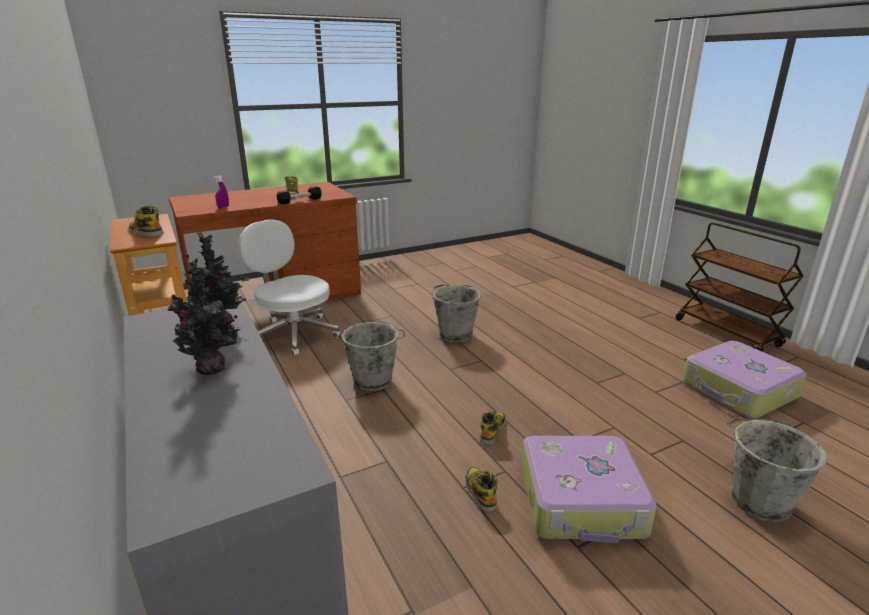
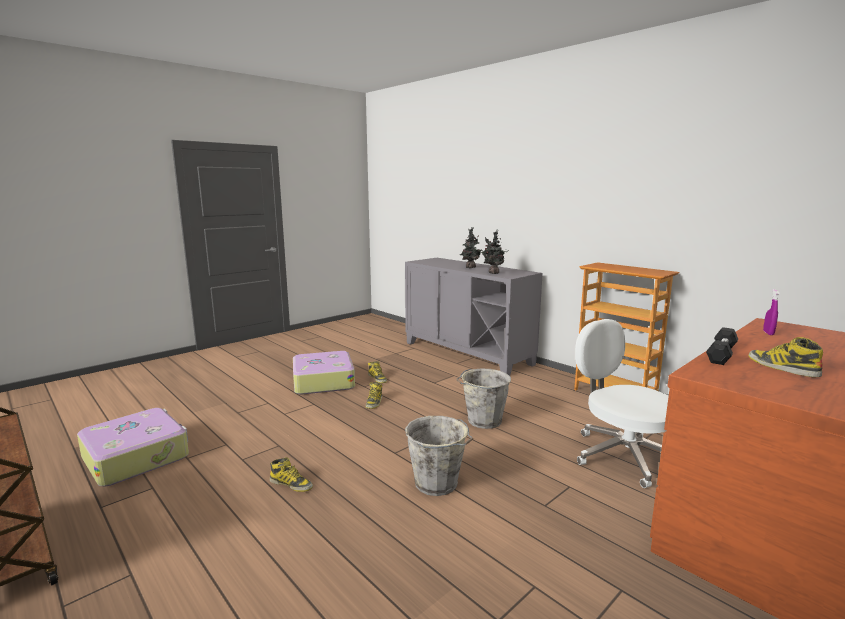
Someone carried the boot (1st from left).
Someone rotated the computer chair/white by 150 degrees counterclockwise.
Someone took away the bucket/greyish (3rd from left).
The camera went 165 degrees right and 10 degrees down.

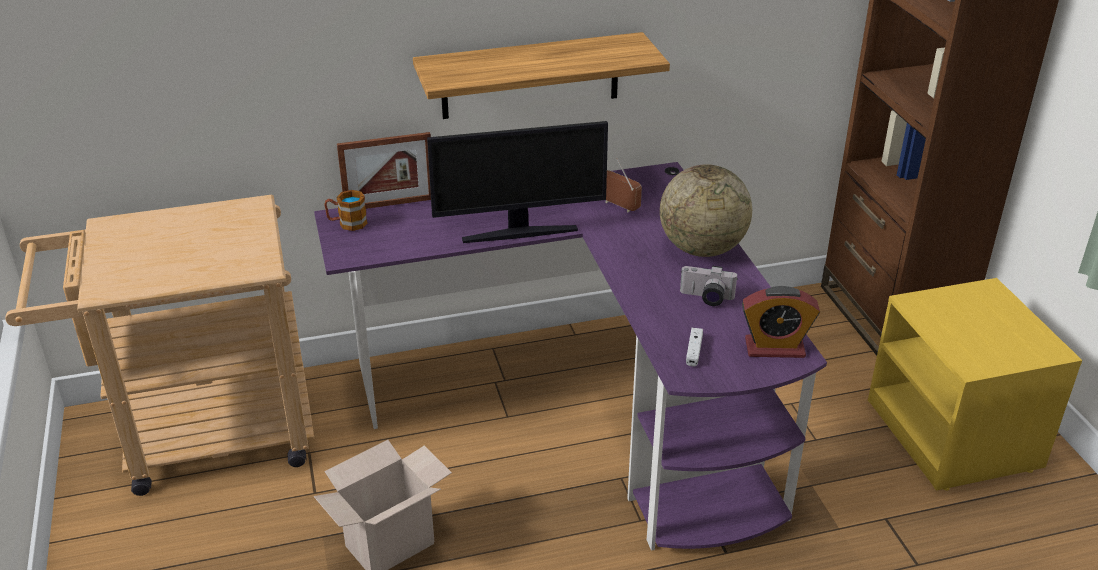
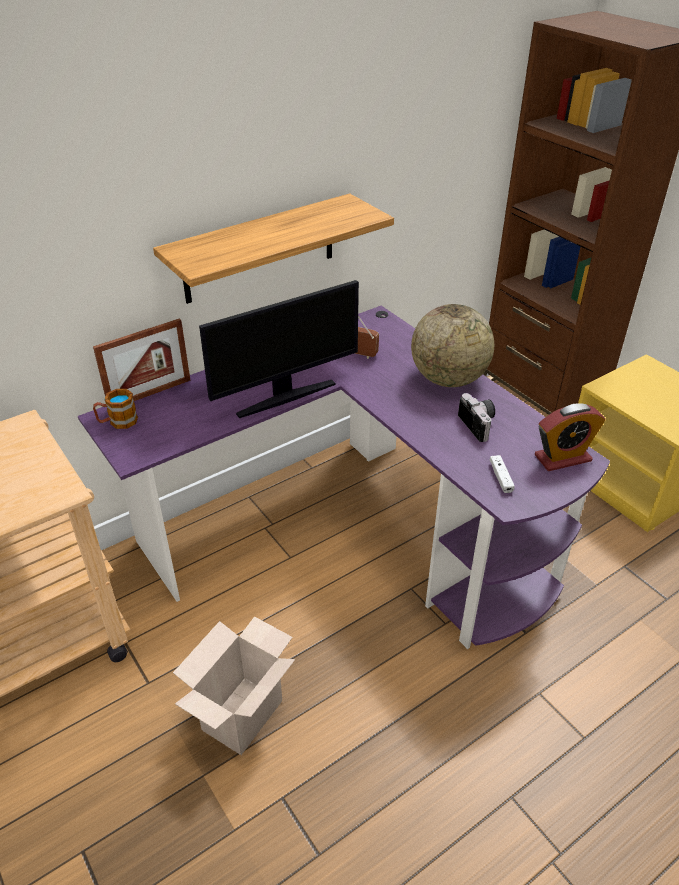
Someone rotated the photo camera by 105 degrees counterclockwise.
The camera went 20 degrees left and 5 degrees up.

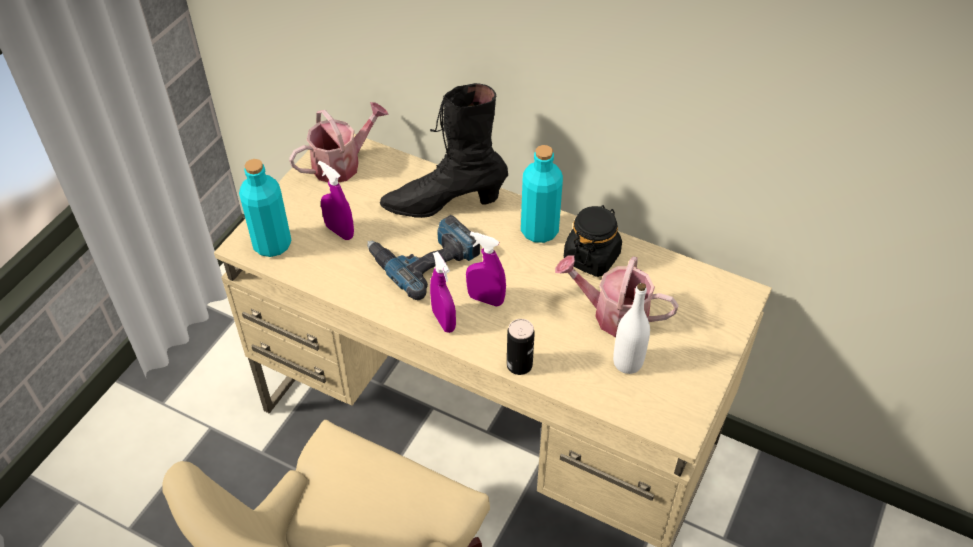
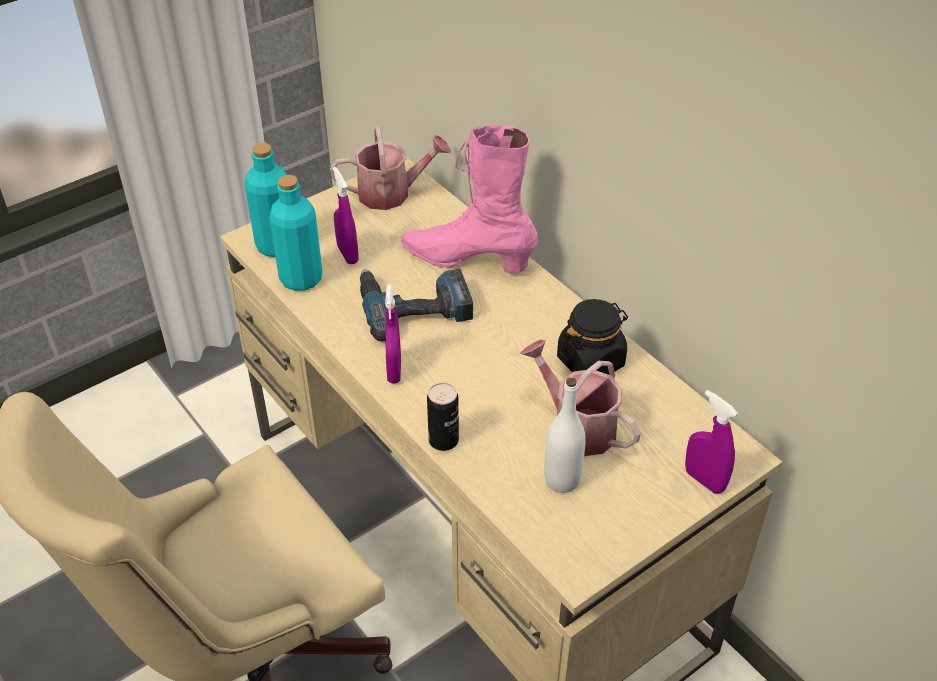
Someone repainted the boot/blackish, which became the boot/pink-coloured.
Someone carried the sprayer/purple-coloured (3rd from left).
Someone carried the bottle/turquoise-coloured (2nd from left).
The camera went 25 degrees right and 5 degrees down.

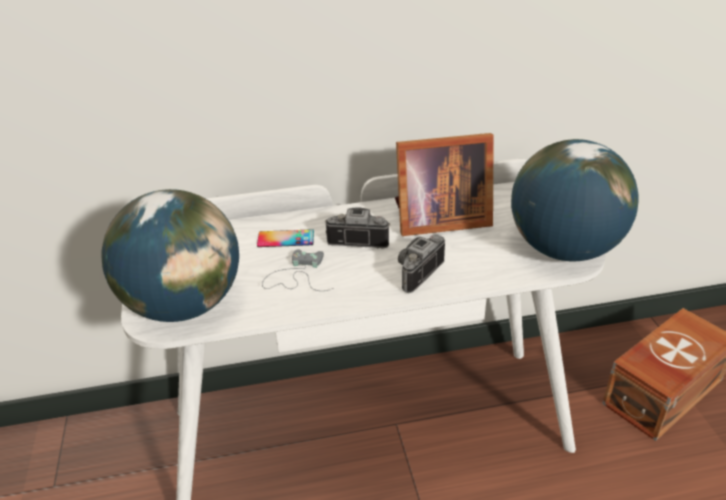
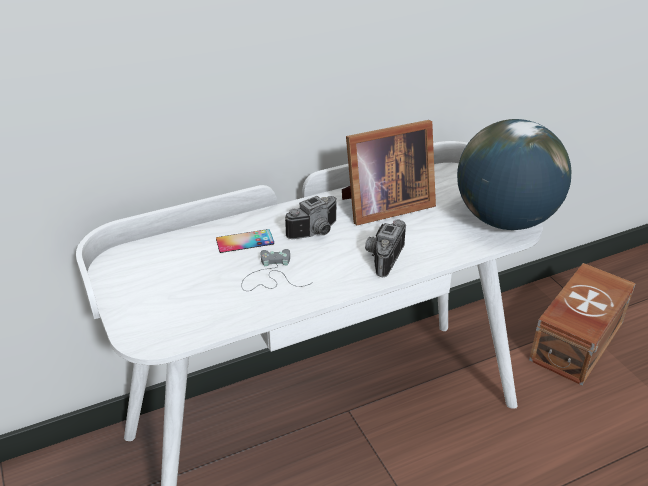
Someone took away the desk globe (1st from left).
Someone rotated the photo camera (1st from left) by 150 degrees clockwise.
The camera went 15 degrees left and 0 degrees up.

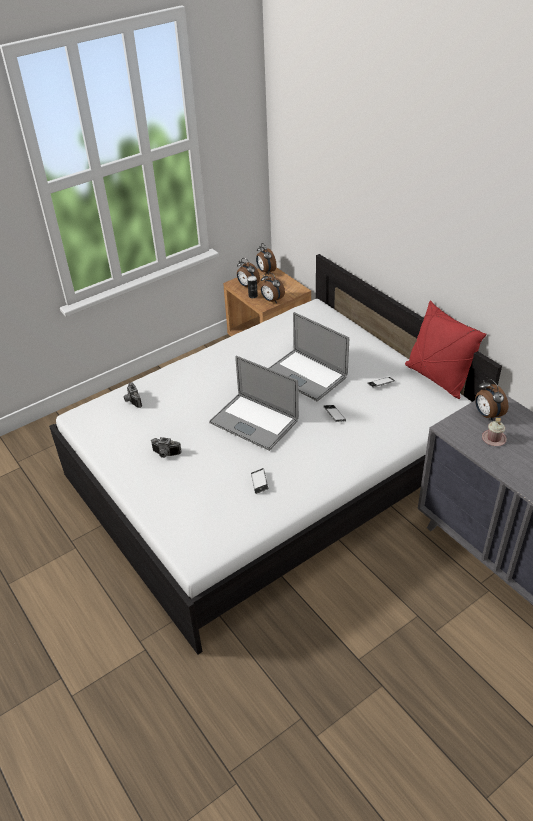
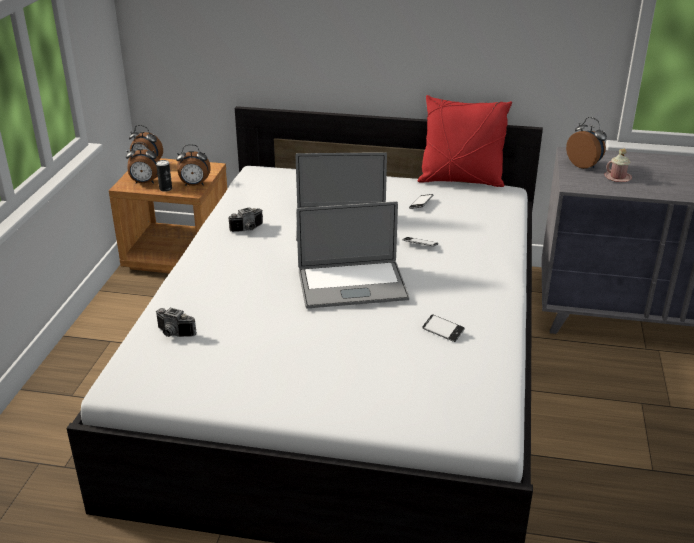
Someone carried the photo camera (2nd from left).
Someone rotated the alarm clock (4th from left) by 150 degrees counterclockwise.
The camera went 45 degrees left and 10 degrees down.

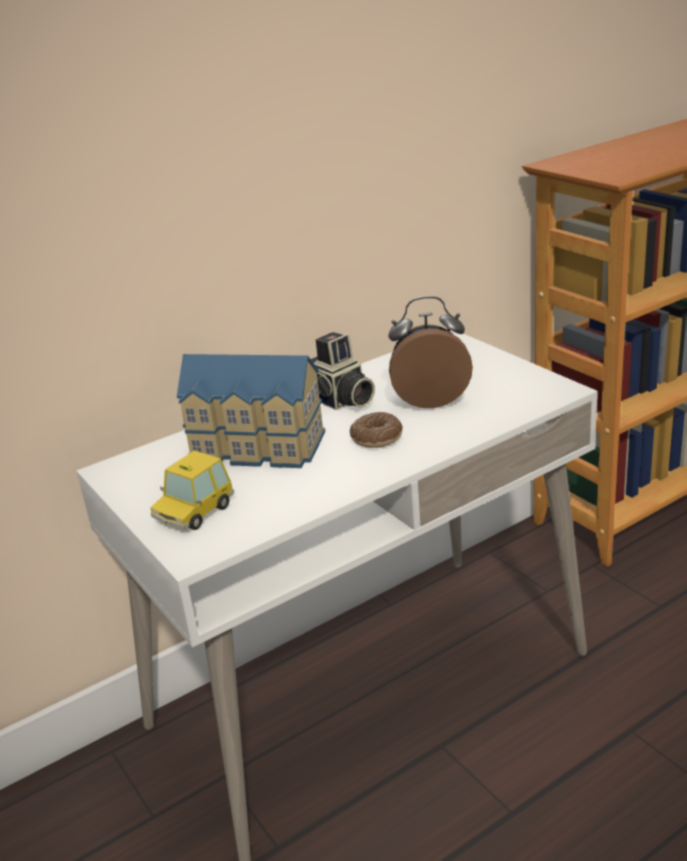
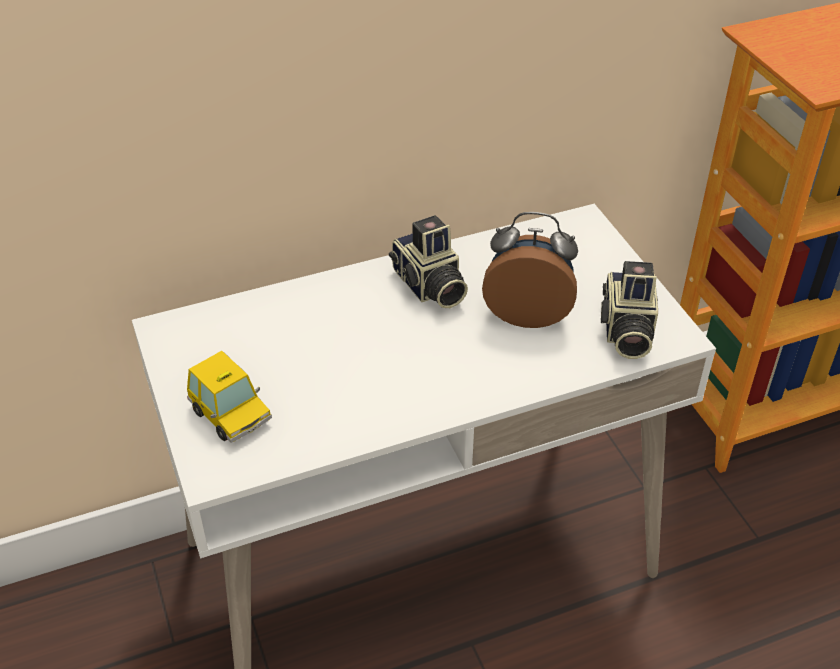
Someone rotated the toy car by 90 degrees counterclockwise.
Someone took away the model house.
Someone took away the ring doughnut.
Someone put down the photo camera (2nd from left).
The camera went 10 degrees right and 15 degrees up.

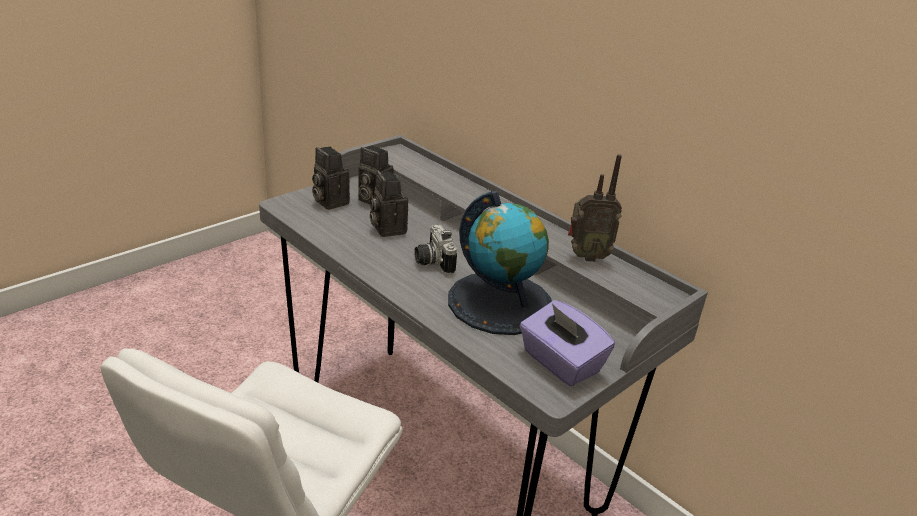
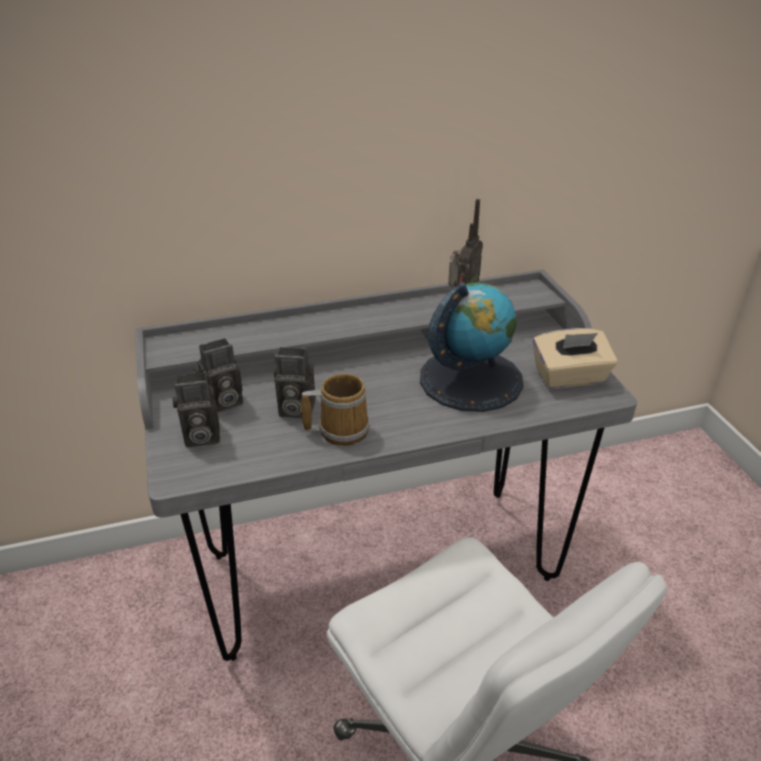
Someone took away the photo camera (4th from left).
Someone repainted the tissue box/purple-coloured, which became the tissue box/beige.
Someone put down the coffee mug.
The camera went 60 degrees left and 5 degrees up.

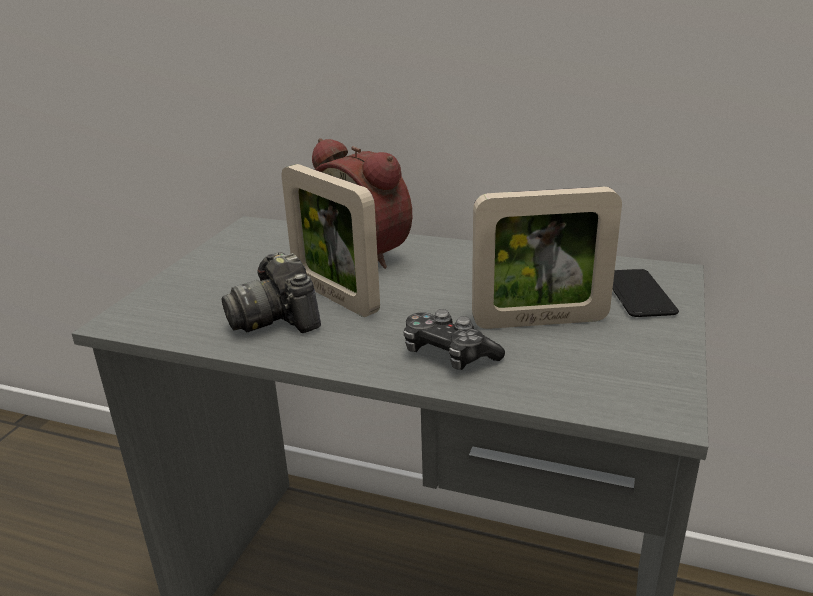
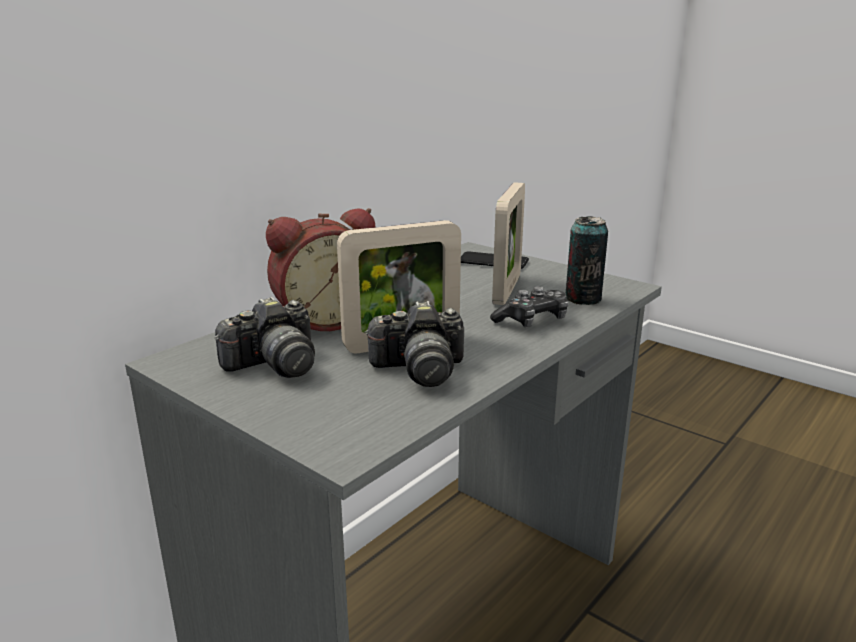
Someone put down the photo camera (1st from left).
Someone put down the sealed can.
The camera went 70 degrees left and 5 degrees down.

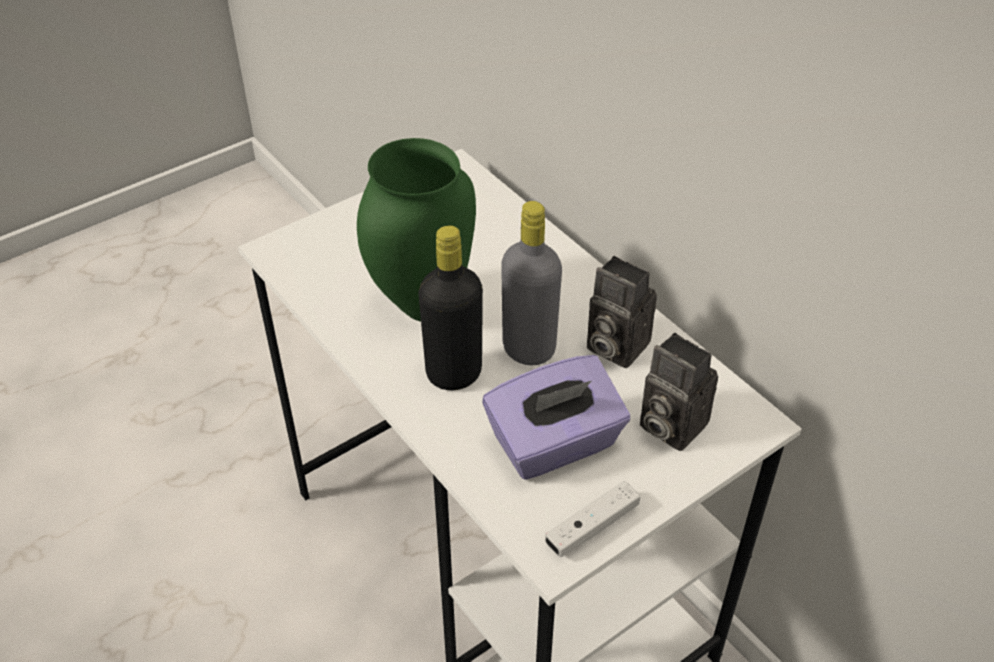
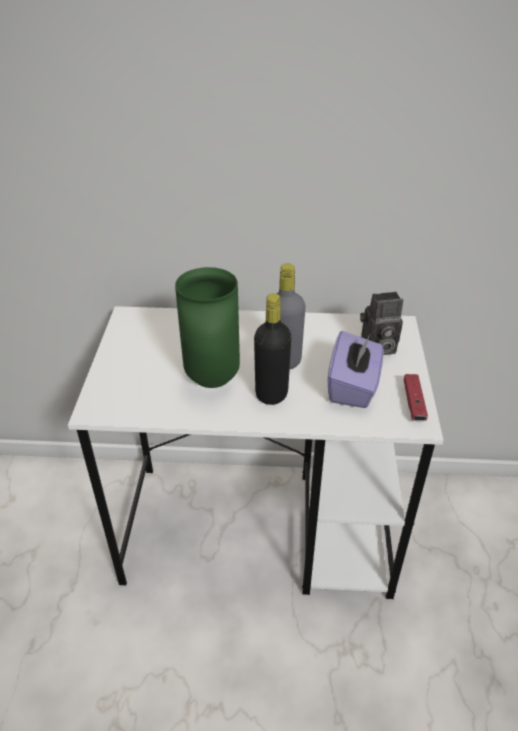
Someone repainted the gamepad/white, which became the gamepad/red.
Someone took away the photo camera (1st from left).
The camera went 50 degrees left and 5 degrees down.

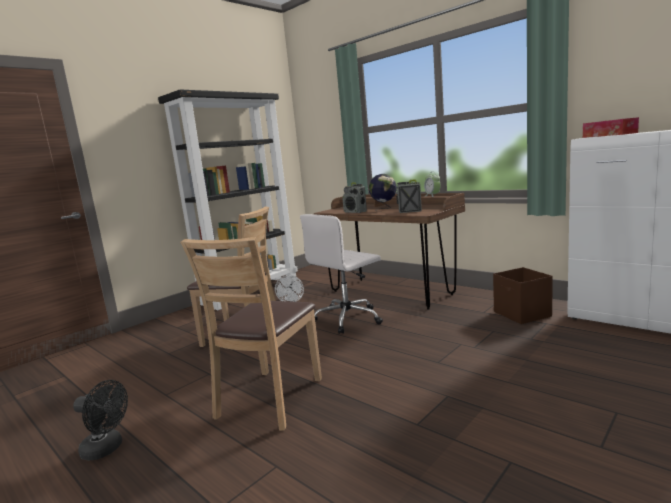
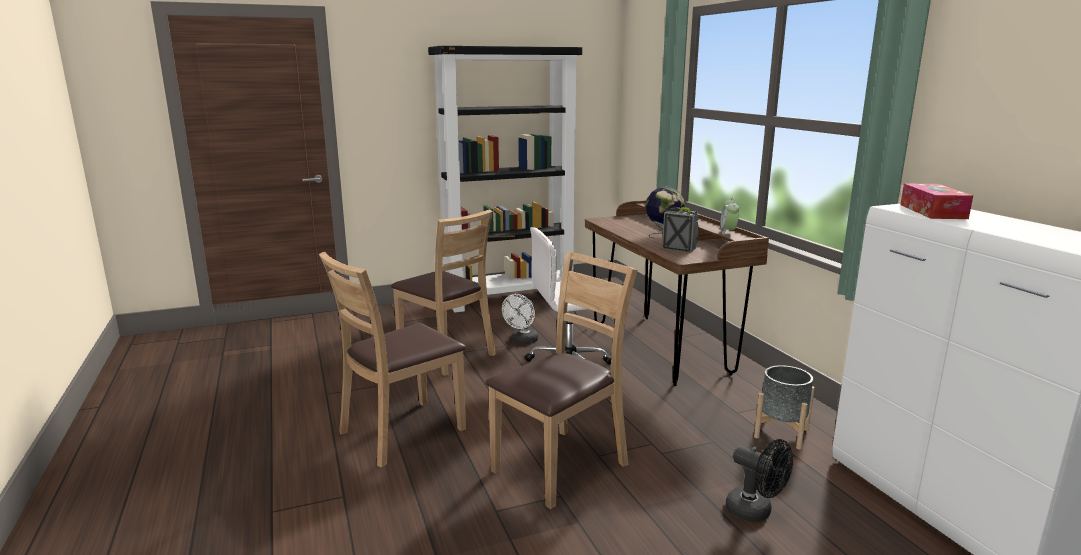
Someone carried the cooling fan/blackish.
Someone took away the radio (1st from left).
Someone swapped the storage bin/brown for the plant pot/greyish.
Someone put down the chair/brown (3rd from left).
The camera went 25 degrees right and 5 degrees up.

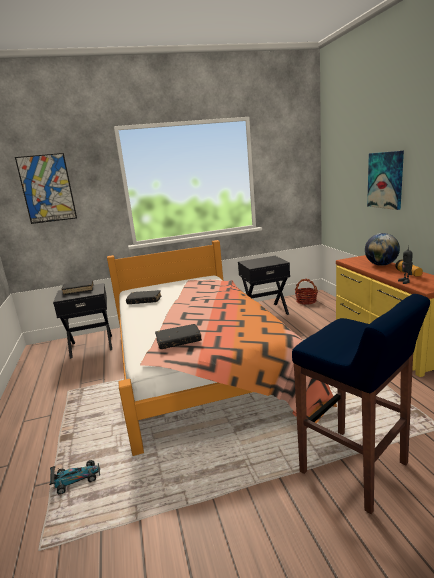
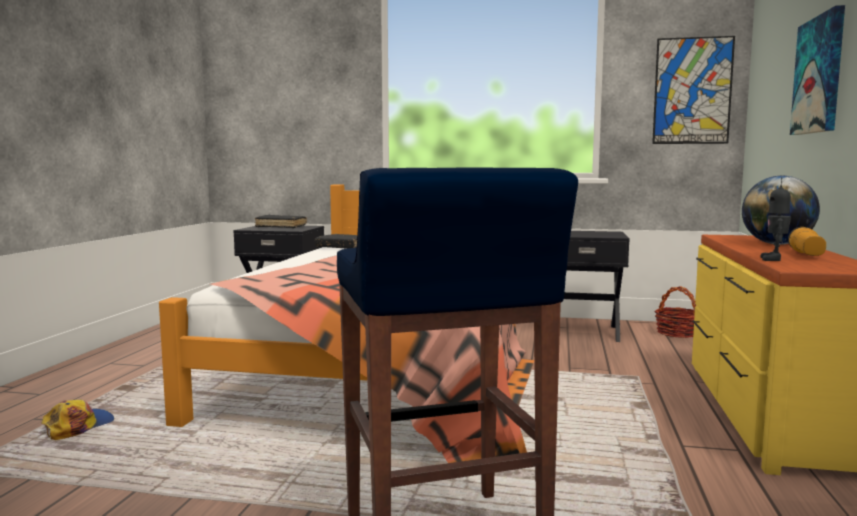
Someone carried the wall picture (1st from left).
Someone swapped the toy car for the cap.
Someone took away the volume/blackish (3rd from left).
The camera went 25 degrees right and 10 degrees down.

